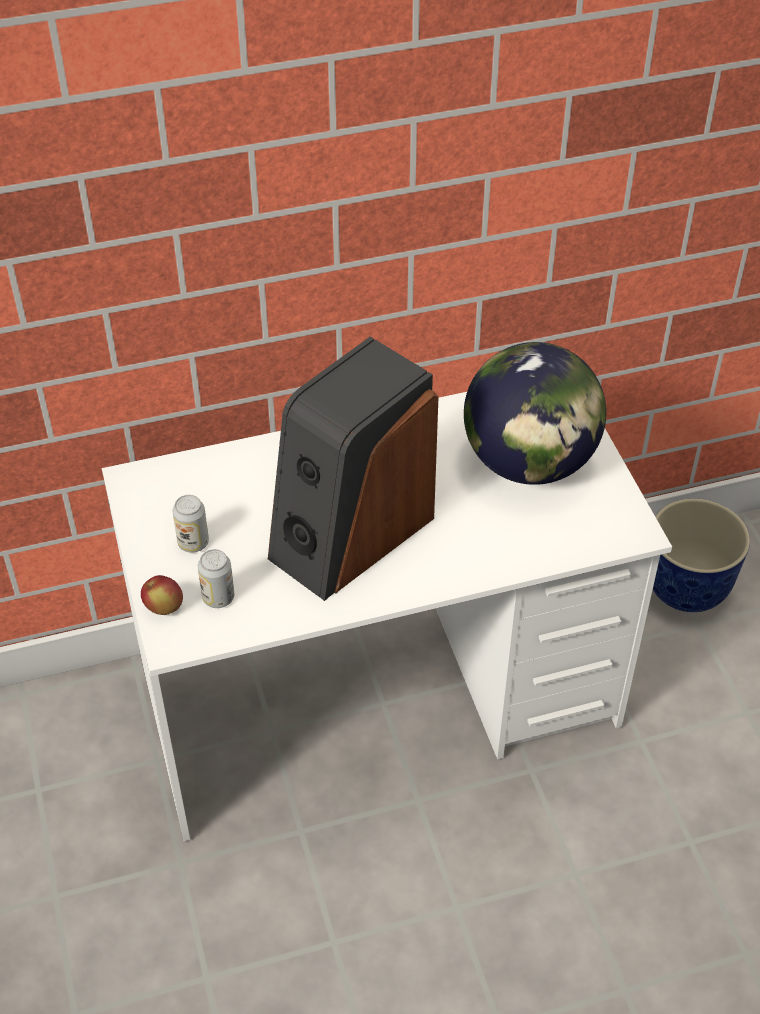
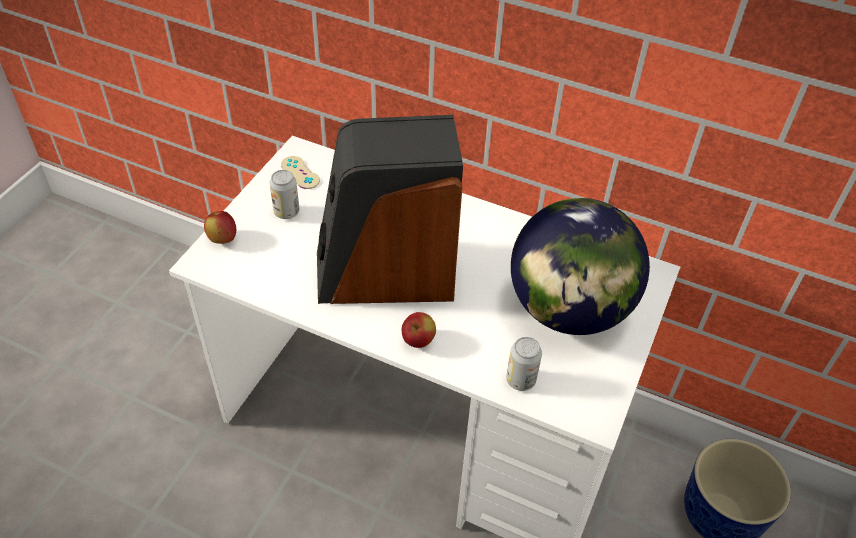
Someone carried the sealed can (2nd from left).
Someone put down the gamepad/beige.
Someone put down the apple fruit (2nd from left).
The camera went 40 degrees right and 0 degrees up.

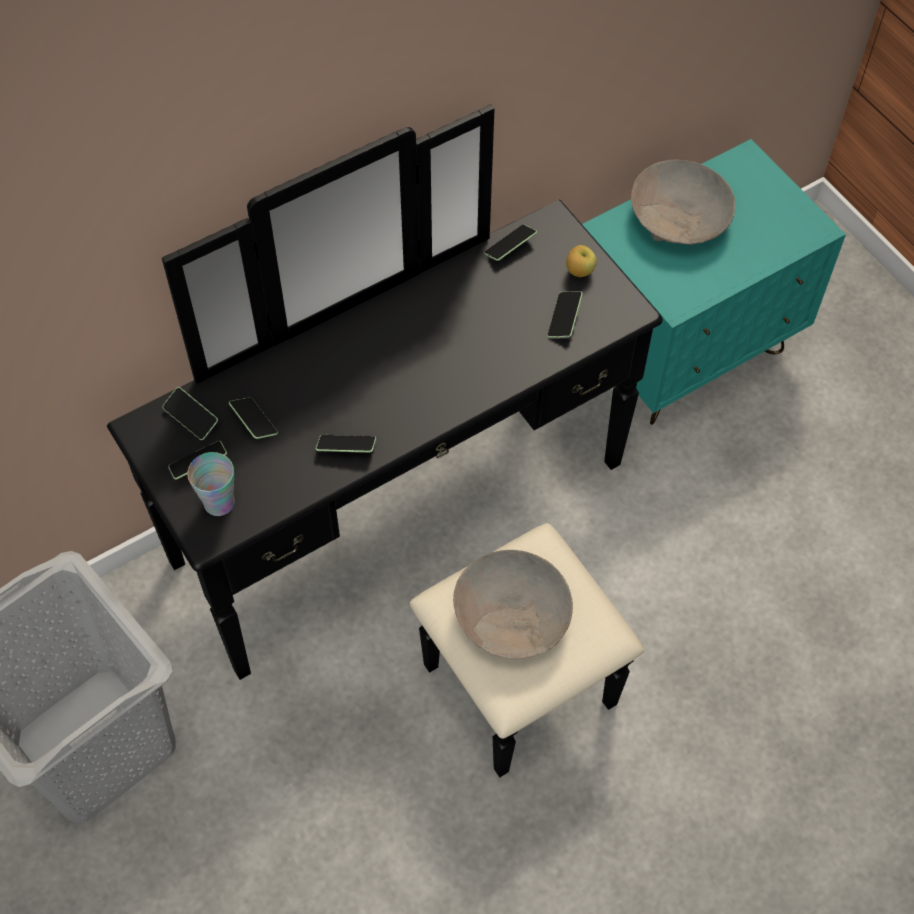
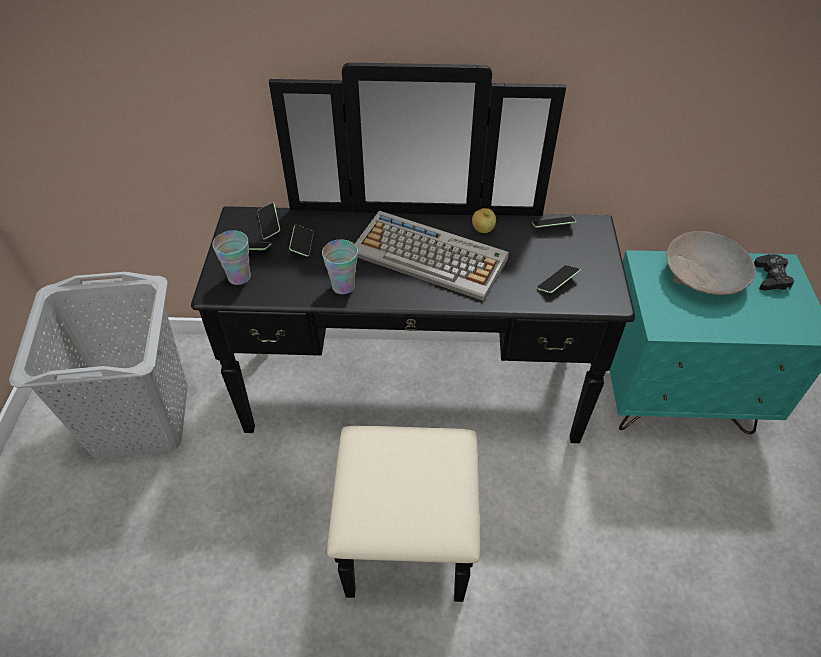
Someone swapped the handset (4th from left) for the small cup (2nd from left).
Someone took away the deep dish/beige (1st from left).
Someone carried the apple fruit.
Someone put down the computer keyboard.
Someone put down the gamepad/blackish.
The camera went 35 degrees right and 10 degrees down.

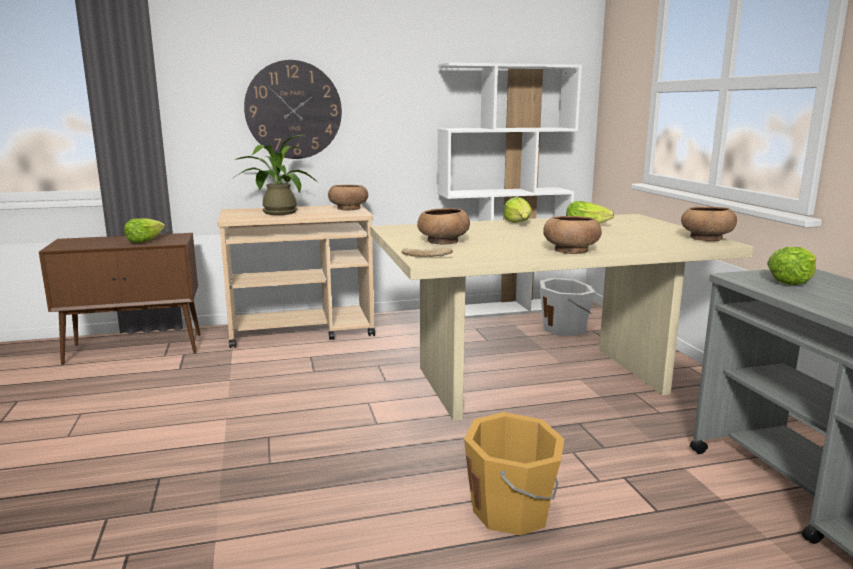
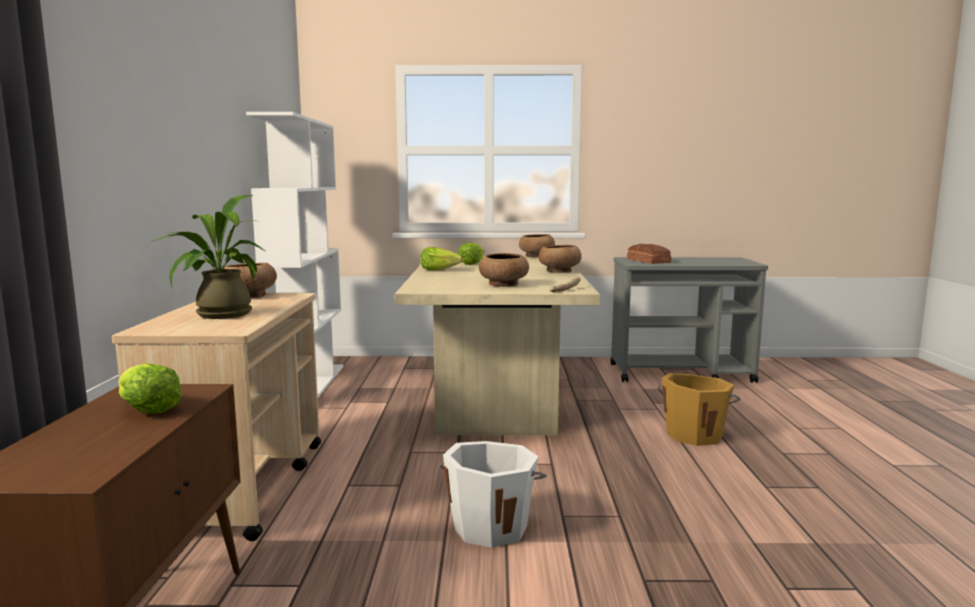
Someone took away the hanging clock.
Someone carried the bucket/white.
Someone swapped the head of lettuce (4th from left) for the bakery bread (2nd from left).
The camera went 75 degrees left and 5 degrees down.

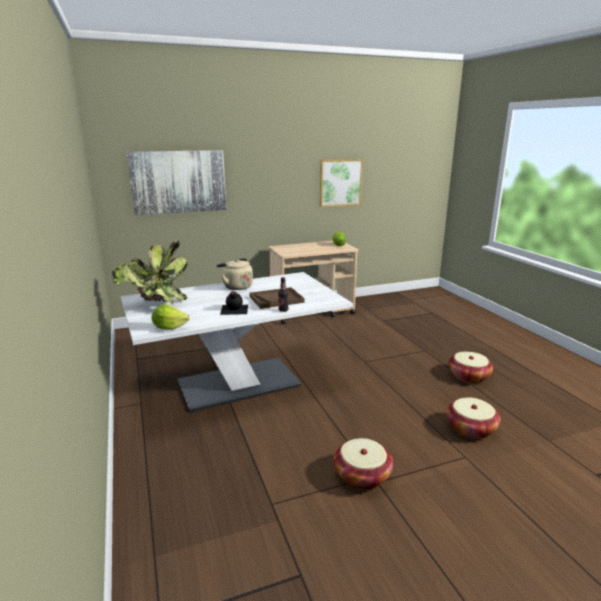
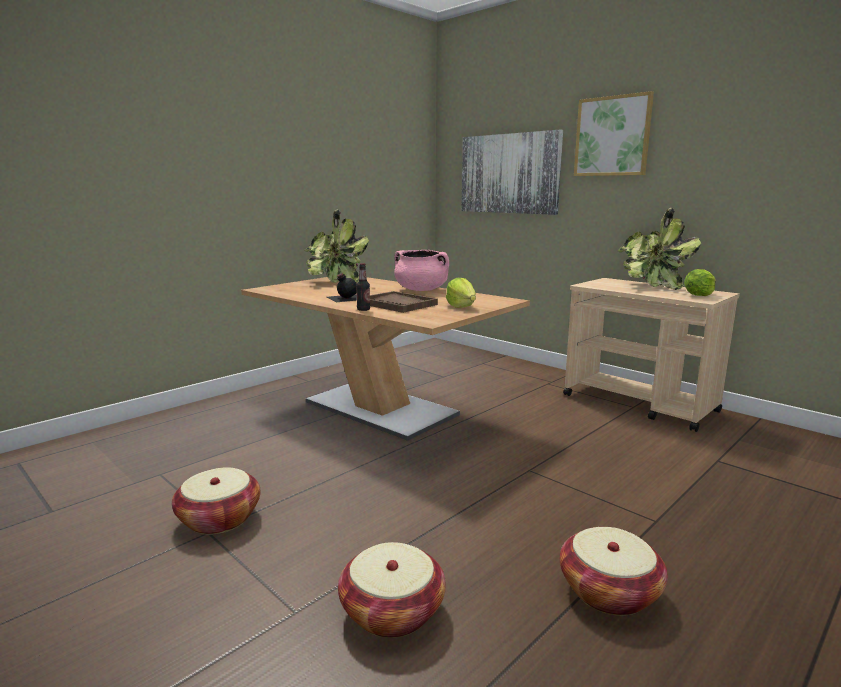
Someone repainted the dining table/white, which became the dining table/brown.
Someone carried the head of lettuce (1st from left).
Someone swapped the water kettle/beige for the saucepot/pink-coloured.
Someone carried the wall picture (2nd from left).
Someone put down the houseplant (2nd from left).
The camera went 65 degrees right and 5 degrees down.

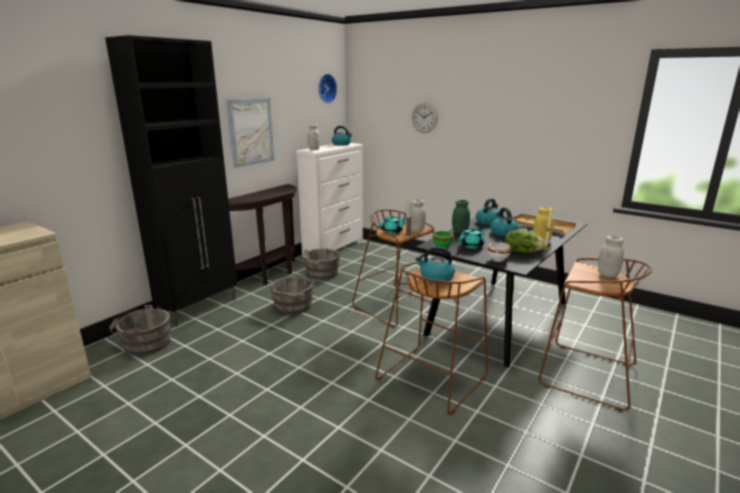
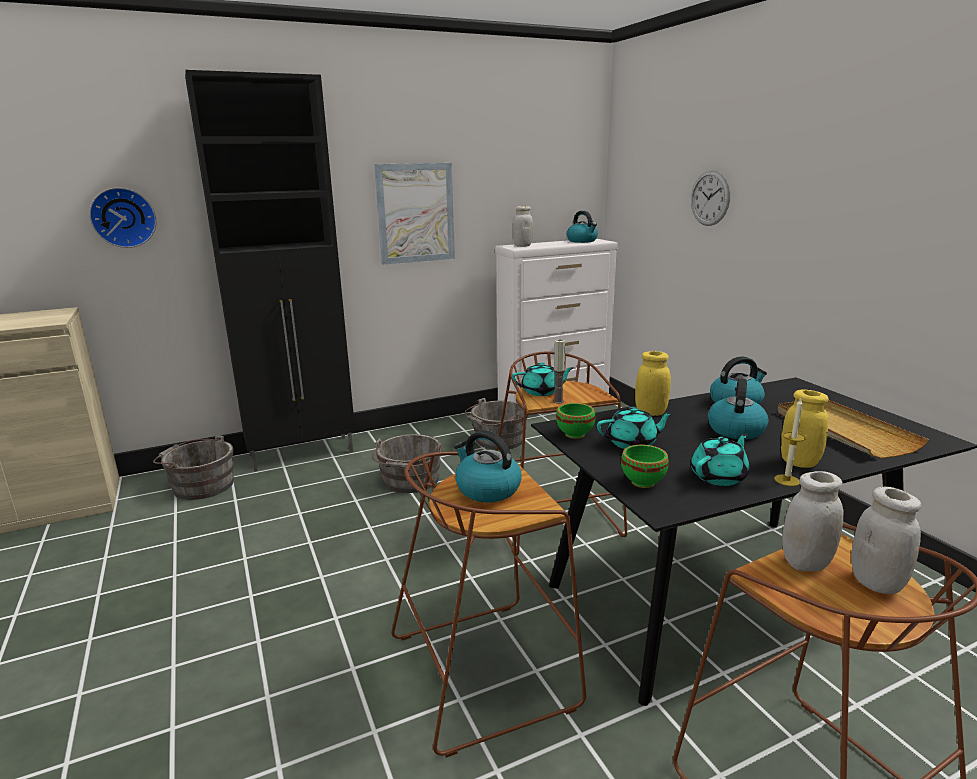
Someone took away the console table/brown.
Someone carried the hanging clock (1st from left).
Someone carried the preserve jar/white (2nd from left).
Someone repainted the preserve jar/green, which became the preserve jar/yellow (1st from left).
Someone repainted the deep dish/white, which became the deep dish/green (2nd from left).
Someone swapped the head of lettuce for the pot for tea/turquoise-coloured (3rd from left).
The camera went 30 degrees right and 0 degrees up.

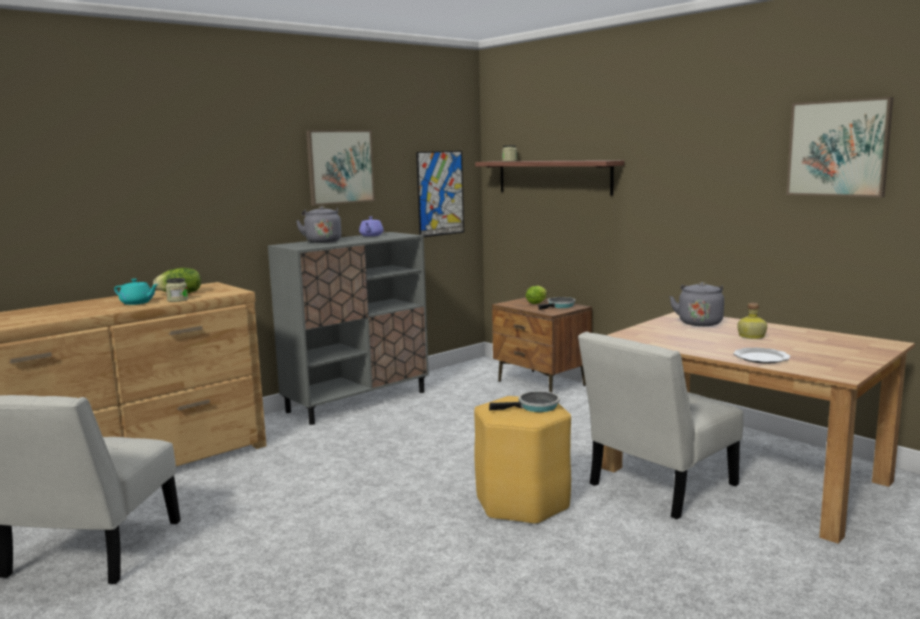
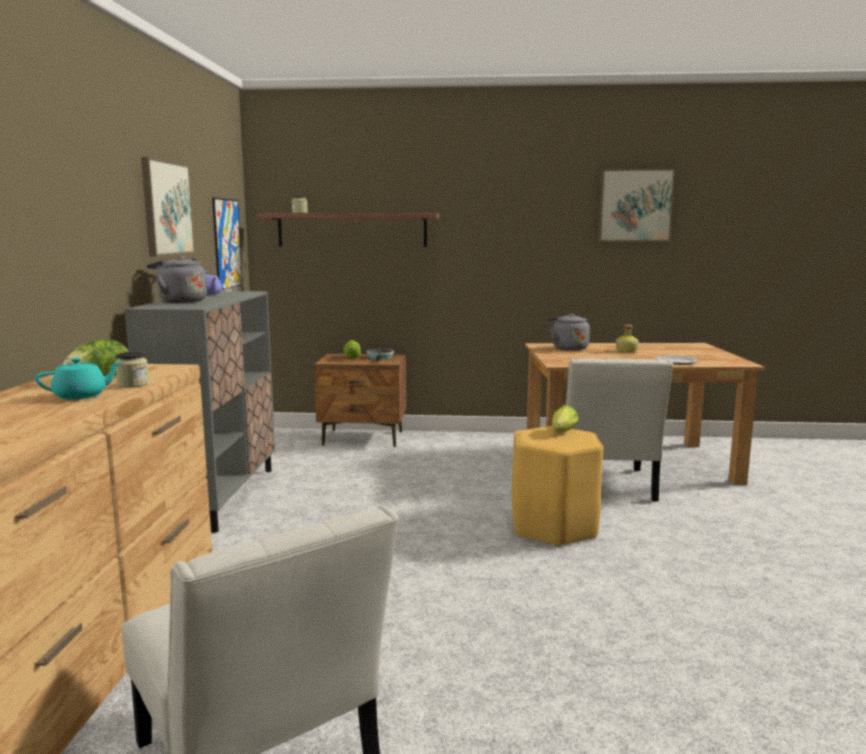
Someone swapped the frying pan (1st from left) for the head of lettuce (3rd from left).
The camera went 45 degrees left and 0 degrees up.

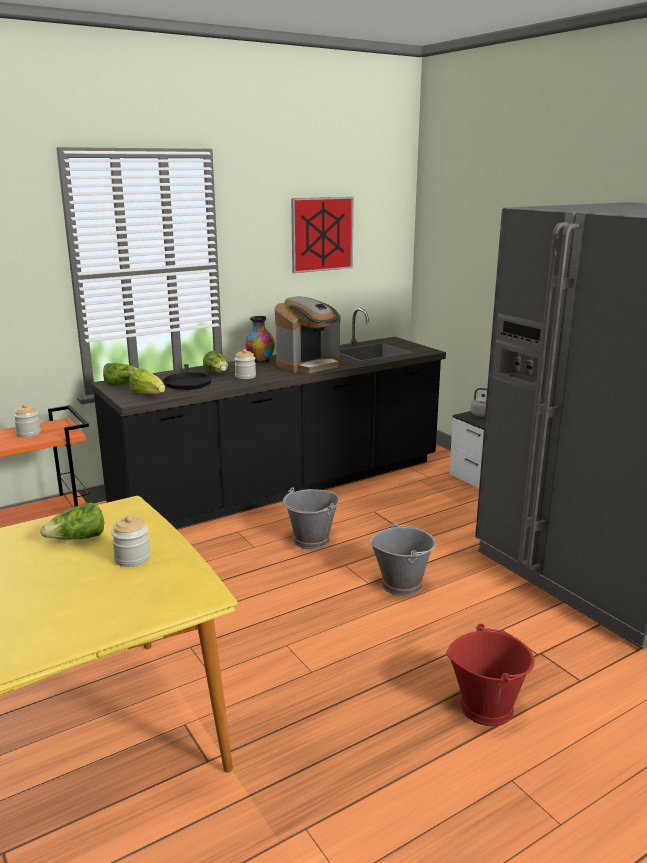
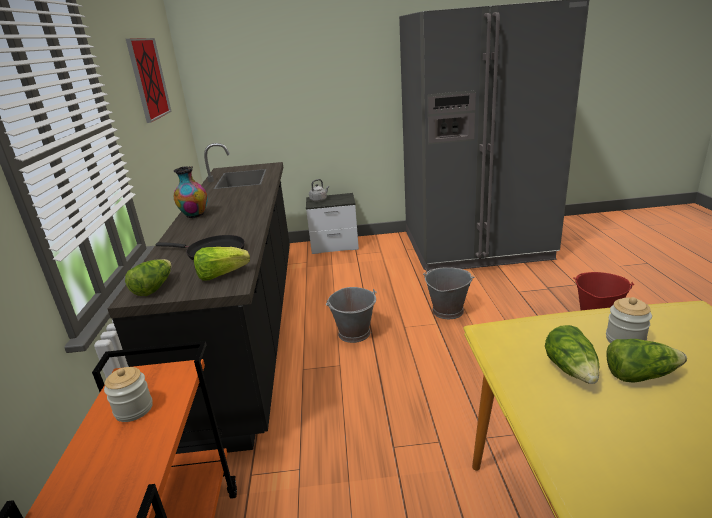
Someone carried the head of lettuce (4th from left).
Someone took away the preserve jar (3rd from left).
Someone took away the coffee brewer.
The camera went 60 degrees left and 5 degrees up.

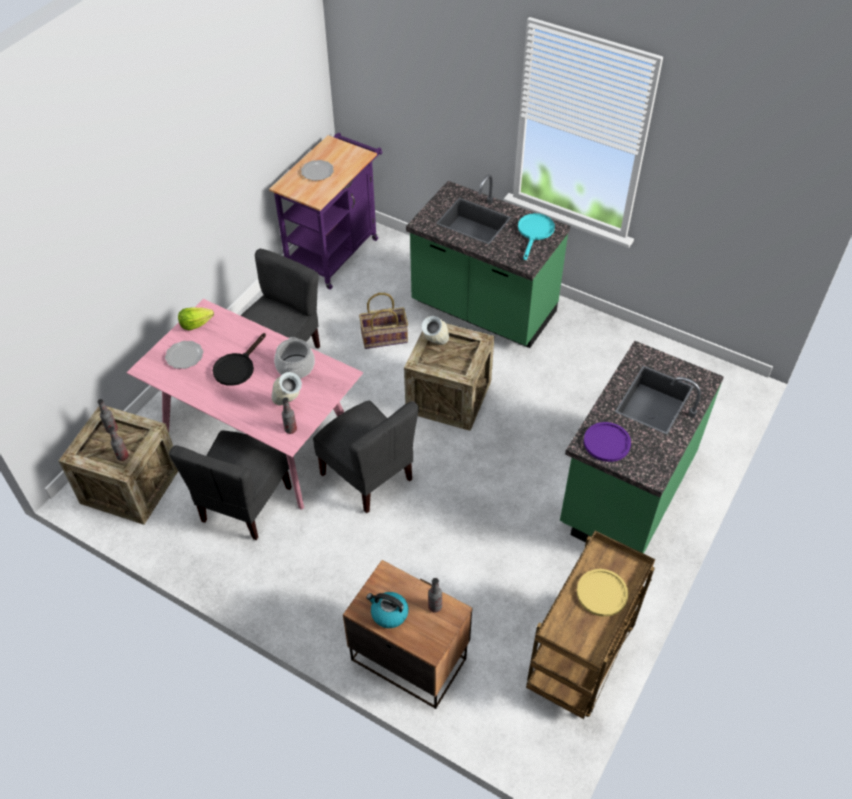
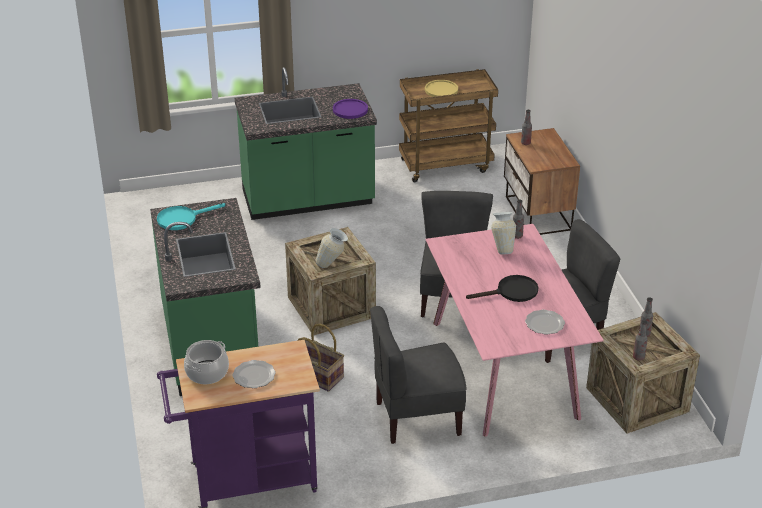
Someone took away the head of lettuce.
Someone carried the saucepot.
Someone took away the water kettle.
The camera went 135 degrees left and 15 degrees down.

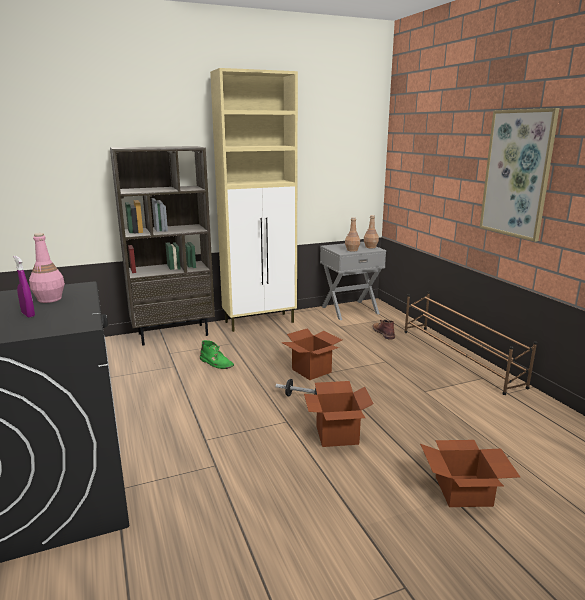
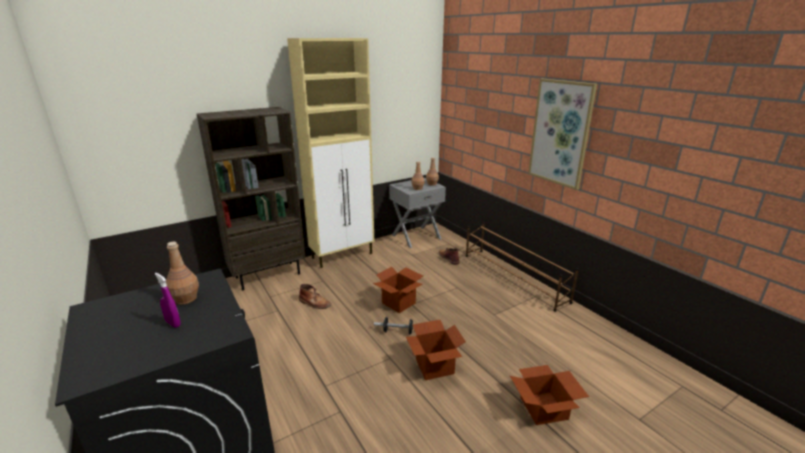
Someone repainted the bottle/pink-coloured, which became the bottle/brown (1st from left).
Someone repainted the boot/green, which became the boot/brown (1st from left).
The camera went 10 degrees left and 5 degrees up.

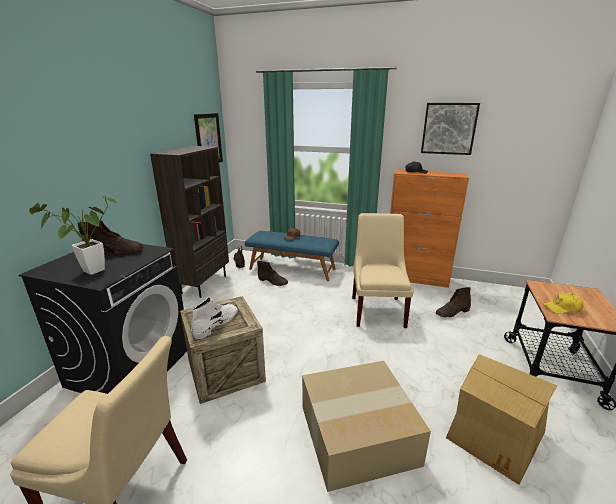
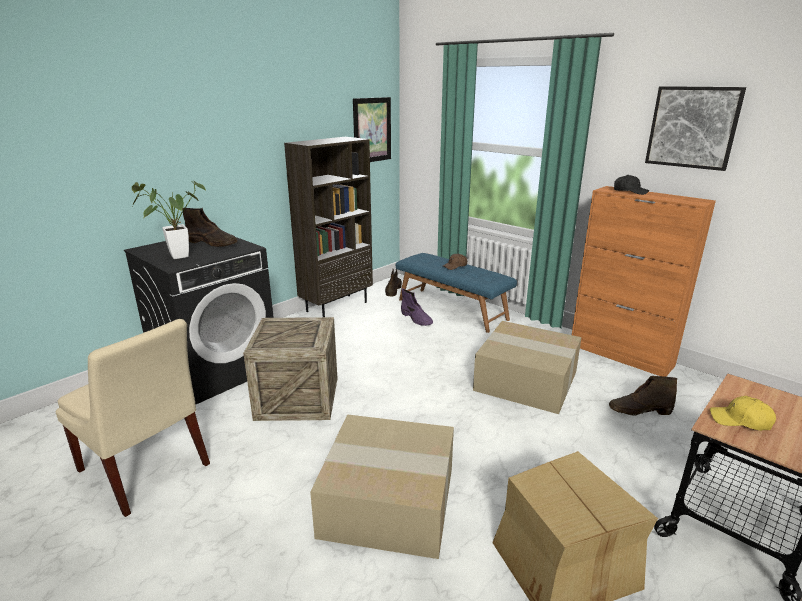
Someone took away the boot/white.
Someone repainted the boot/brown (3rd from left), which became the boot/purple-coloured.
Someone swapped the chair/beige (2nd from left) for the cardboard box (2nd from left).
The camera went 25 degrees right and 0 degrees up.

